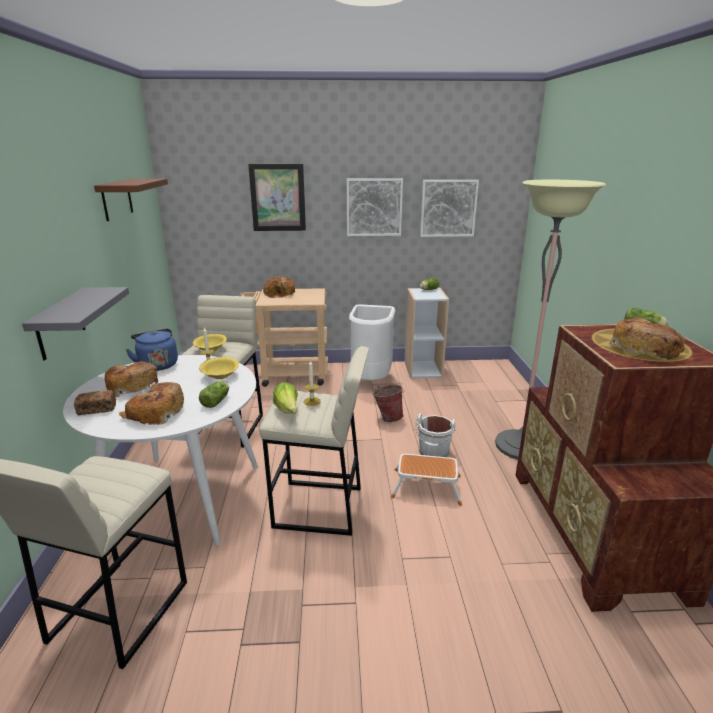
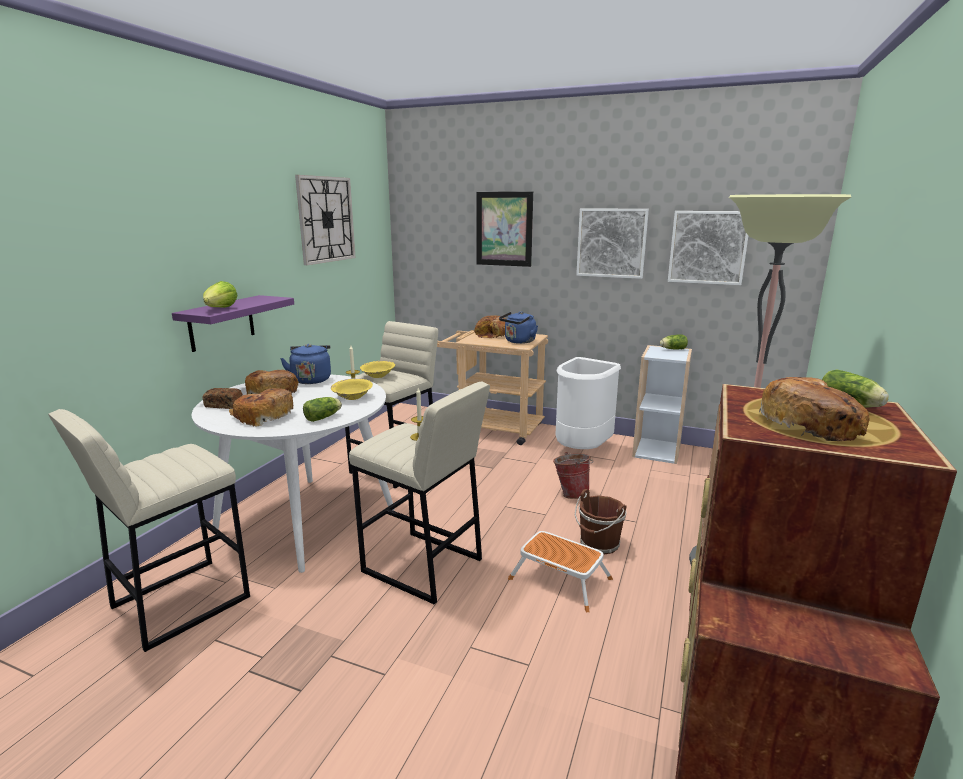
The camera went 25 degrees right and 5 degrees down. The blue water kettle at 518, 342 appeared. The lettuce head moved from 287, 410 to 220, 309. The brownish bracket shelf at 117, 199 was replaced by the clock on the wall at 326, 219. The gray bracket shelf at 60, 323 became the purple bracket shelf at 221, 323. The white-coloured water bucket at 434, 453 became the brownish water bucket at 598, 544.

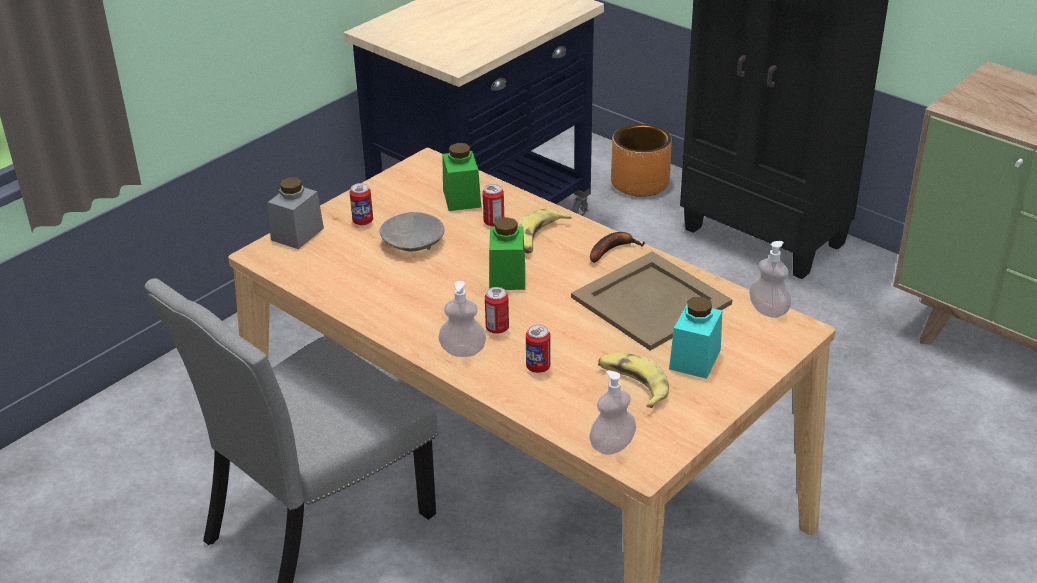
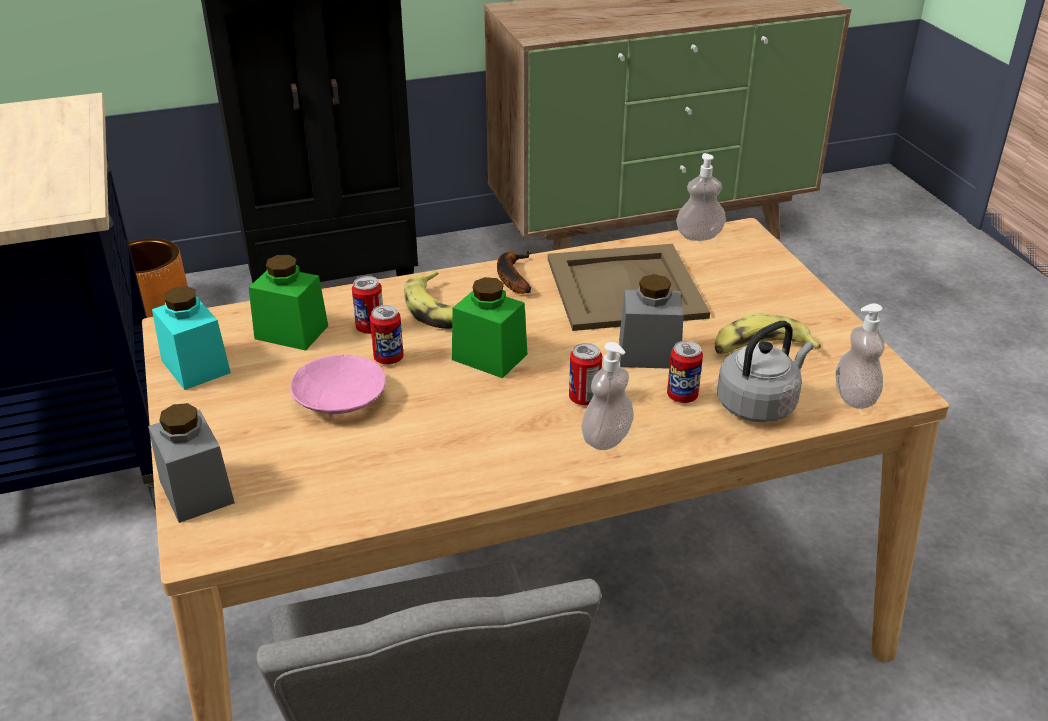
The camera went 60 degrees left and 0 degrees up. The gray preserve jar at 649, 354 appeared. The gray water kettle at 759, 404 appeared. The sealed can moved from 363, 221 to 388, 358. The turquoise preserve jar moved from 695, 359 to 195, 366. The gray serving bowl at 412, 243 became the pink serving bowl at 341, 400.

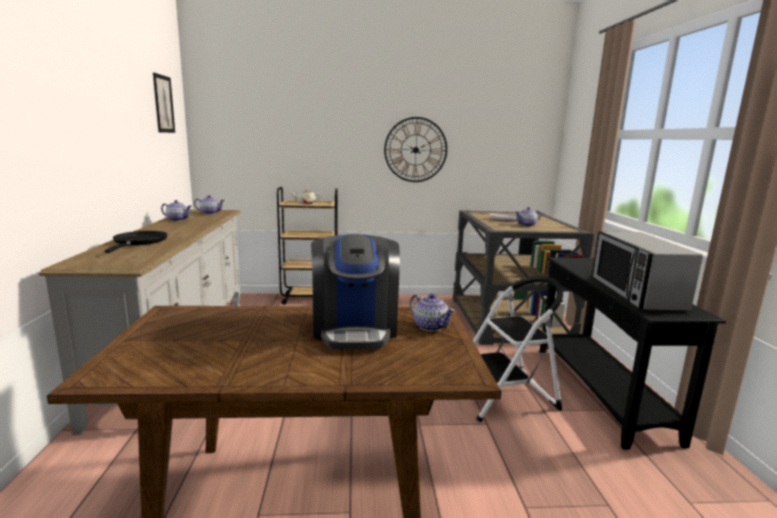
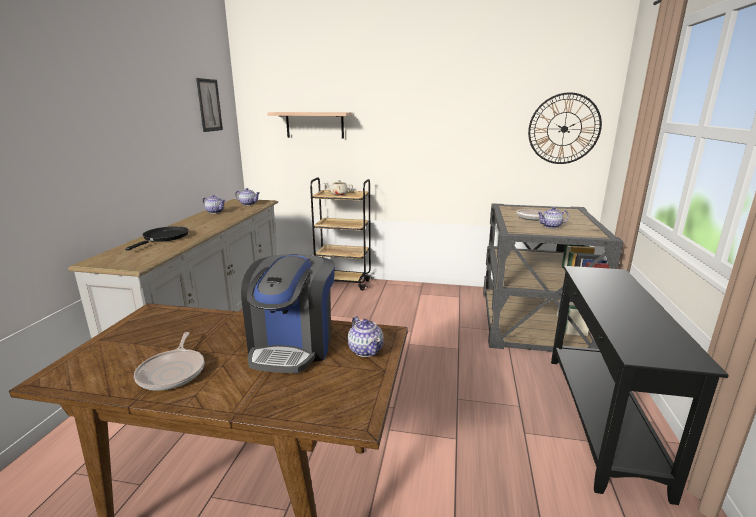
The camera went 15 degrees right and 5 degrees up. The stepladder at 506, 396 disappeared. The microwave oven at 635, 293 disappeared. The pan at 173, 372 appeared. The bracket shelf at 314, 125 appeared. The clock on the wall moved from 415, 150 to 564, 129.

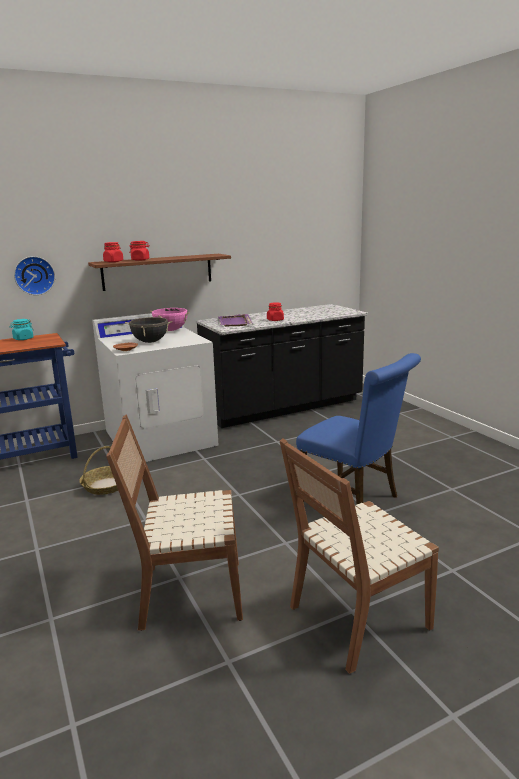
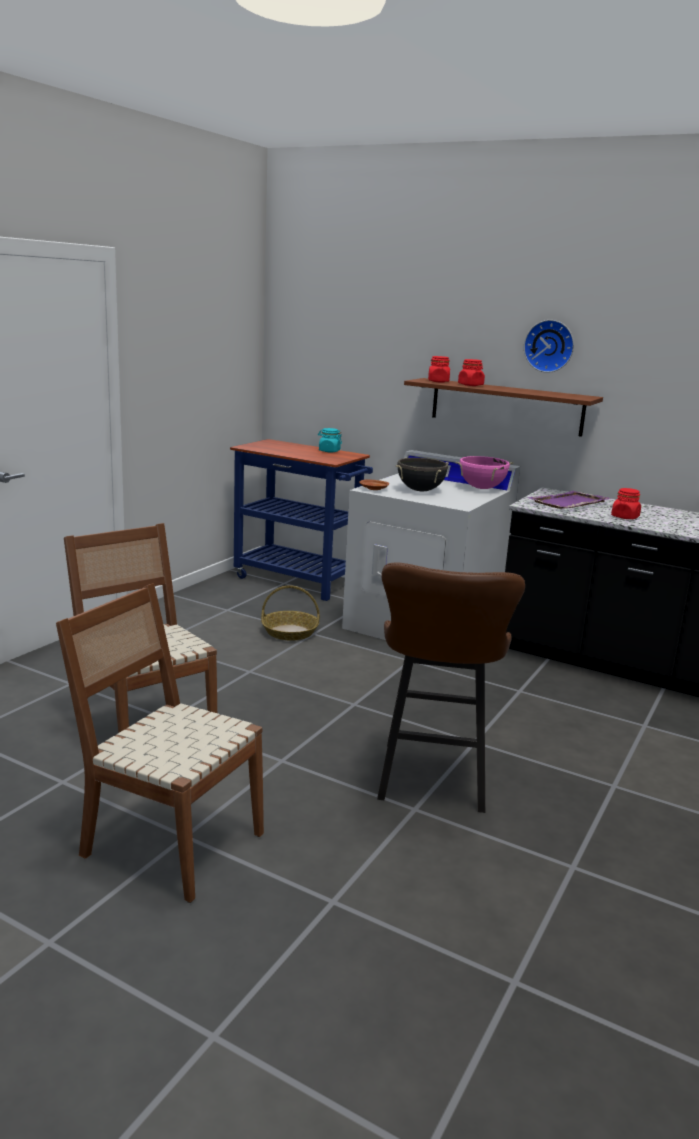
The camera went 55 degrees right and 0 degrees up. The clock on the wall moved from 34, 275 to 549, 346. The blue plain chair at 354, 500 was replaced by the brownish sitting stool at 432, 785.

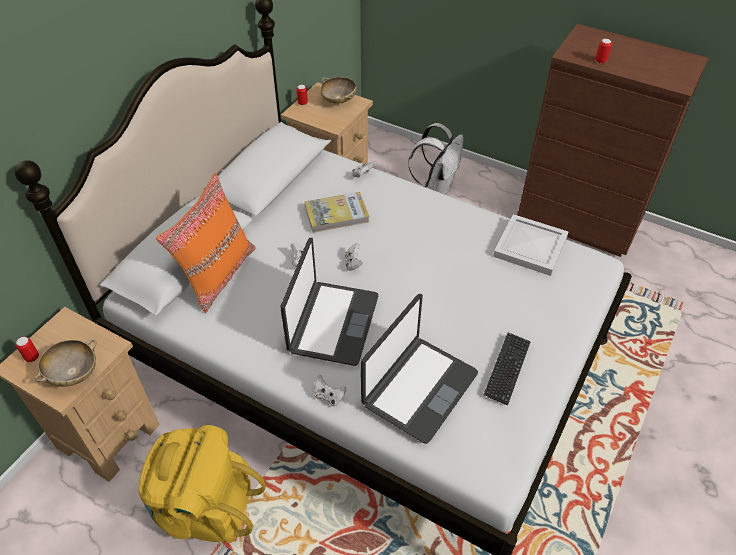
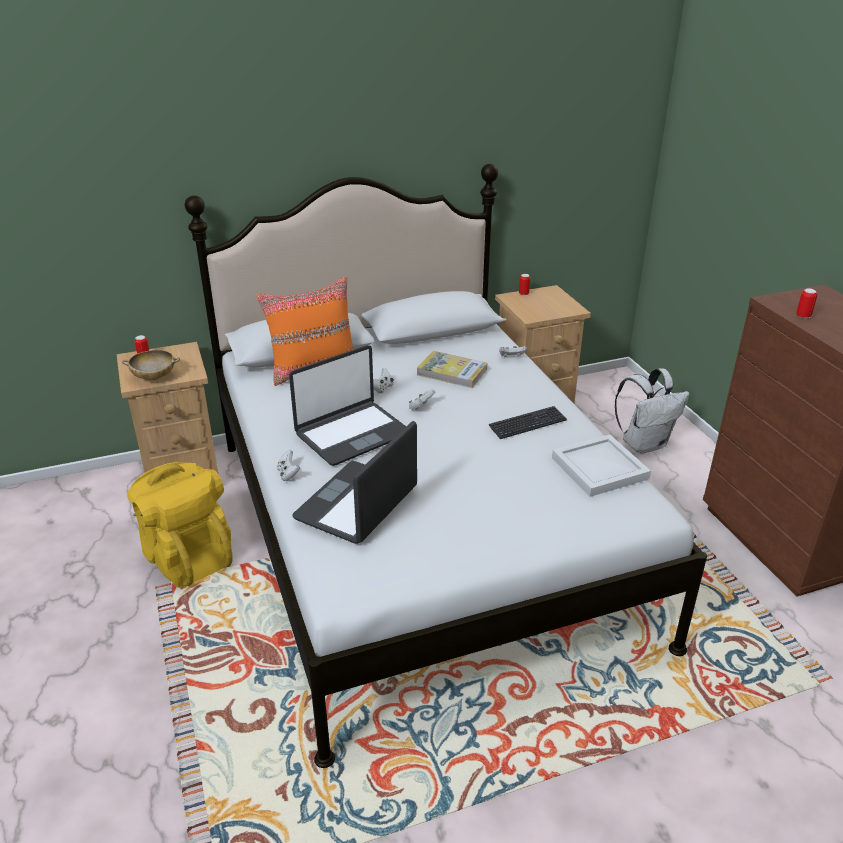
The camera went 40 degrees right and 15 degrees down. The sand-coloured serving bowl at 338, 100 disappeared. The computer keyboard moved from 507, 368 to 527, 424. The laptop at 418, 388 turned 135 degrees clockwise.

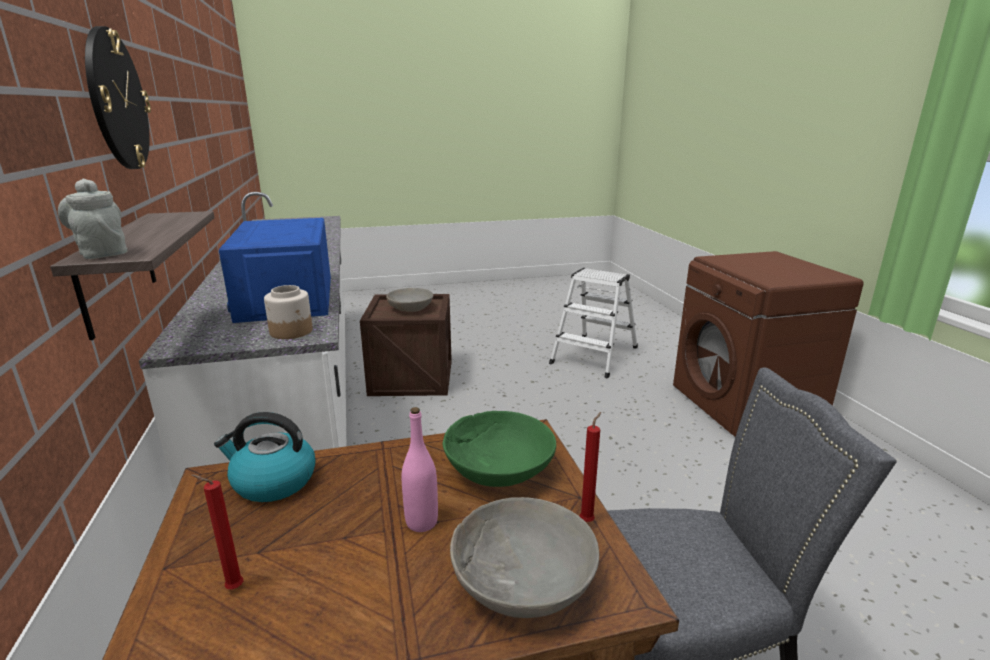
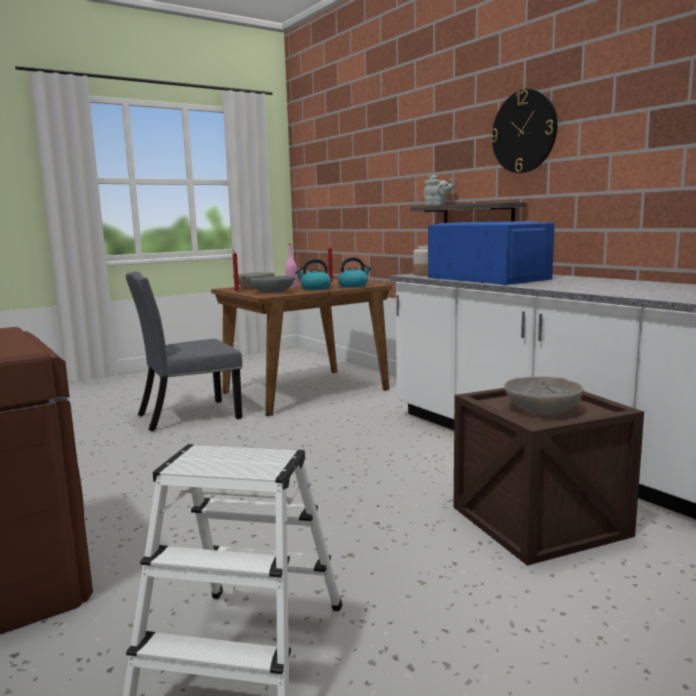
The camera went 160 degrees right and 10 degrees down. The water kettle at 315, 288 appeared. The green-coloured serving bowl at 498, 469 became the gray serving bowl at 273, 292.

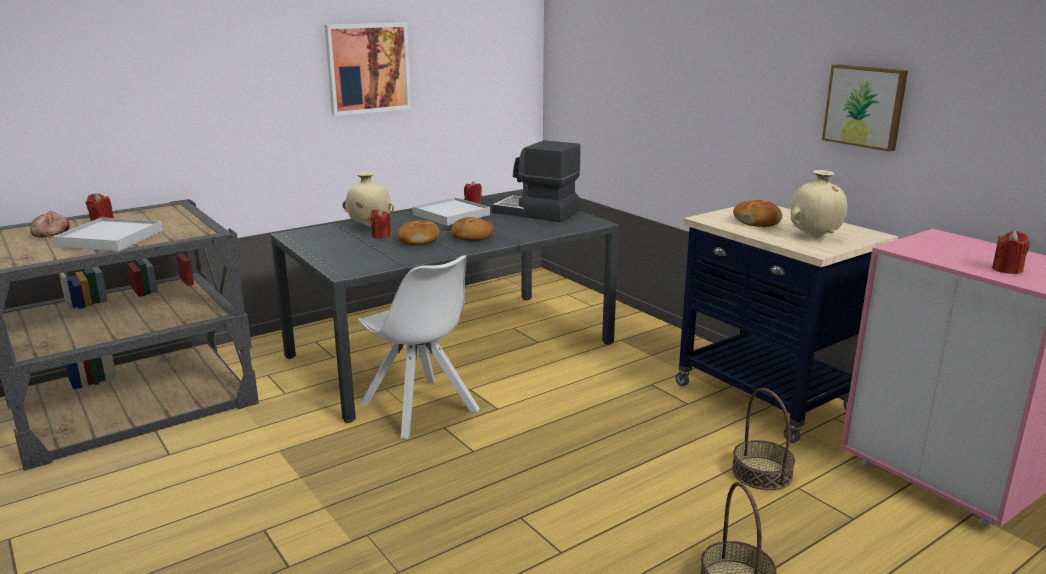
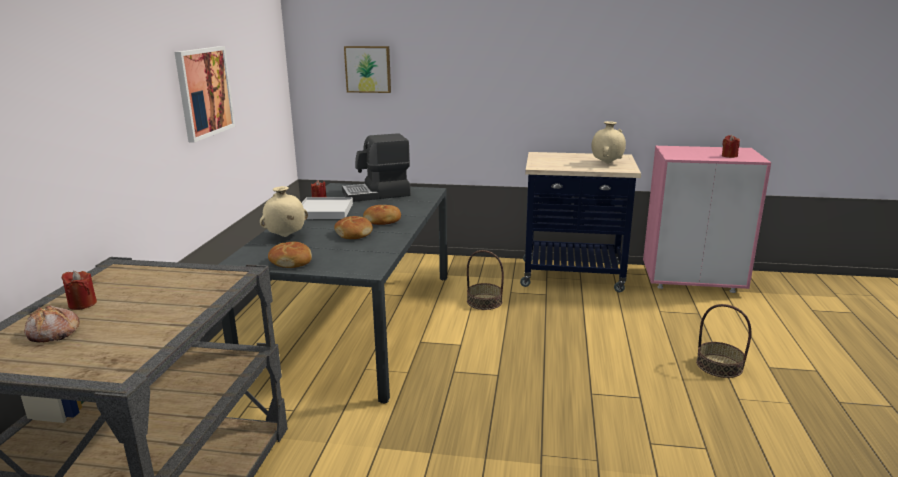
The camera went 45 degrees left and 0 degrees up. The white-coloured tray at 110, 239 disappeared. The white-coloured plain chair at 420, 409 disappeared. The red candle at 381, 235 disappeared. The household basket moved from 761, 473 to 484, 302. The baked bread moved from 757, 221 to 291, 261. The picture moved from 865, 106 to 368, 69.

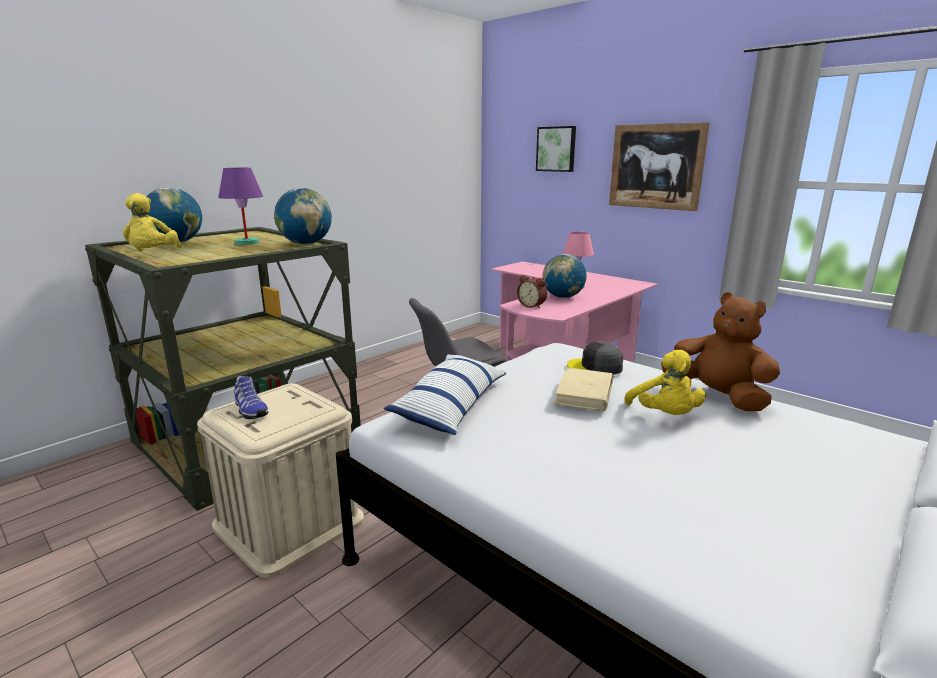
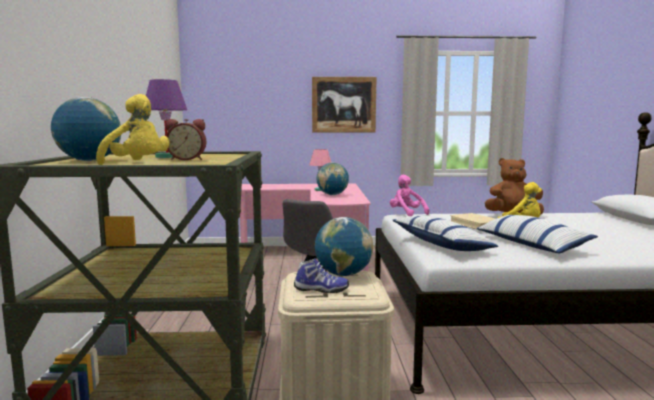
The camera went 45 degrees left and 10 degrees down. The picture at 556, 149 disappeared. The gray baseball cap at 595, 367 disappeared. The pink plush toy at 406, 213 appeared. The throw pillow at 531, 244 appeared. The world globe moved from 306, 244 to 343, 274. The alarm clock moved from 532, 306 to 187, 159.

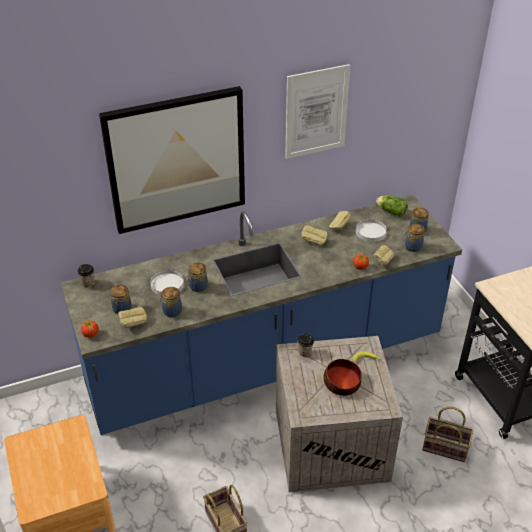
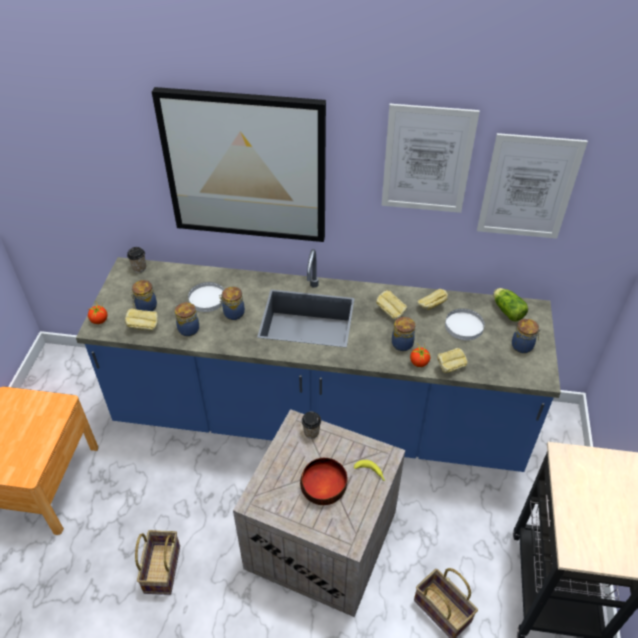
The camera went 30 degrees right and 5 degrees up. The picture at 528, 187 appeared. The preserve jar moved from 412, 246 to 401, 343.

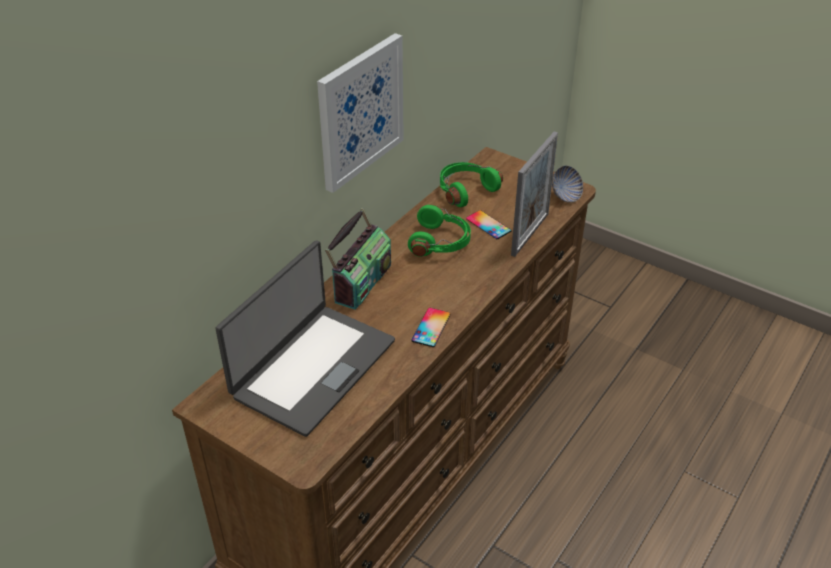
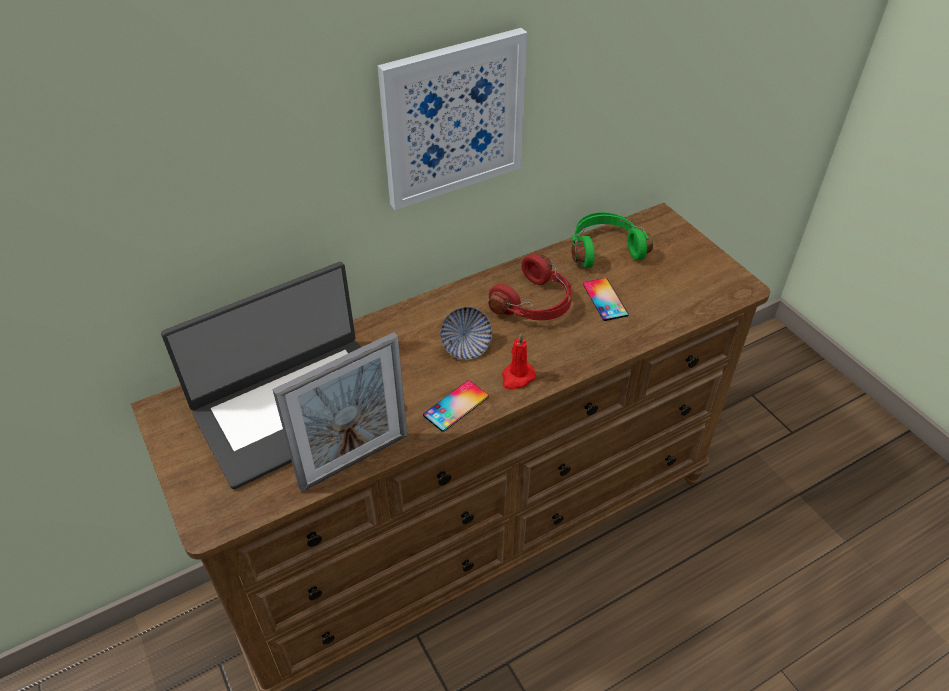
The camera went 25 degrees right and 5 degrees up. The radio at 361, 282 disappeared. The red candle at 517, 377 appeared. The picture frame moved from 530, 234 to 354, 461. The serving bowl moved from 565, 196 to 466, 347. The green-coloured headphones at 440, 242 became the red headphones at 535, 304.

